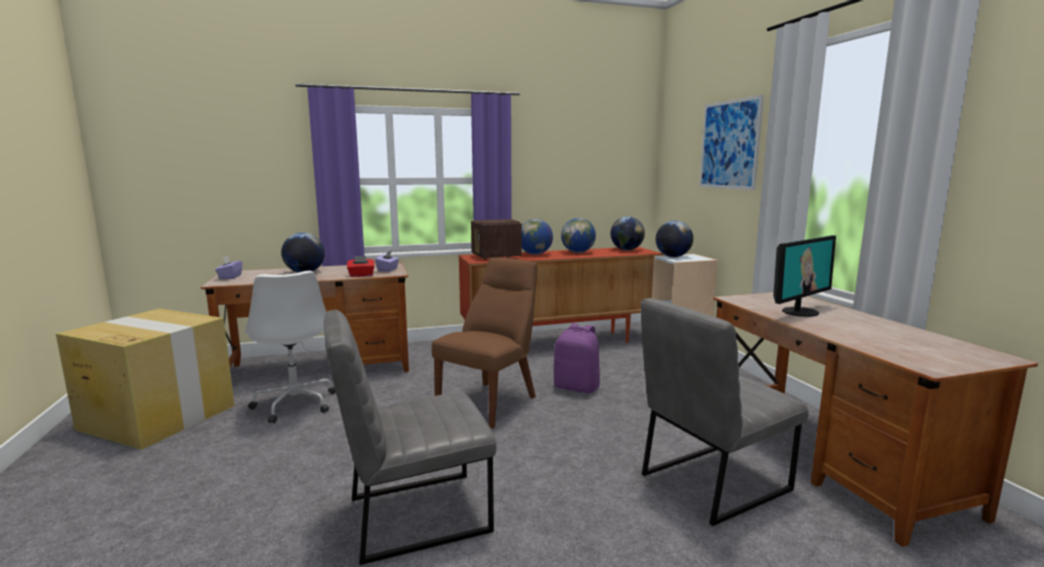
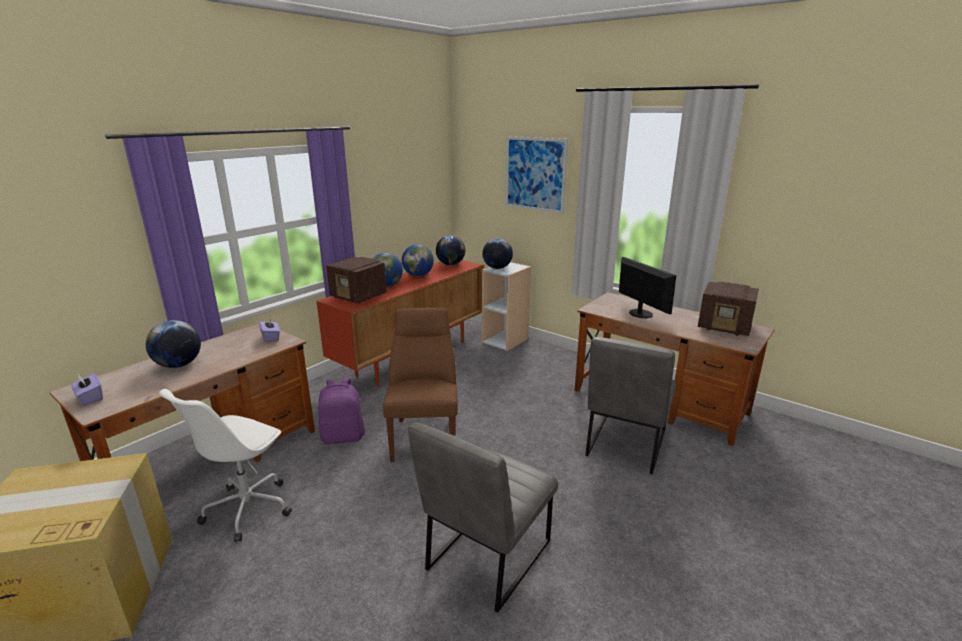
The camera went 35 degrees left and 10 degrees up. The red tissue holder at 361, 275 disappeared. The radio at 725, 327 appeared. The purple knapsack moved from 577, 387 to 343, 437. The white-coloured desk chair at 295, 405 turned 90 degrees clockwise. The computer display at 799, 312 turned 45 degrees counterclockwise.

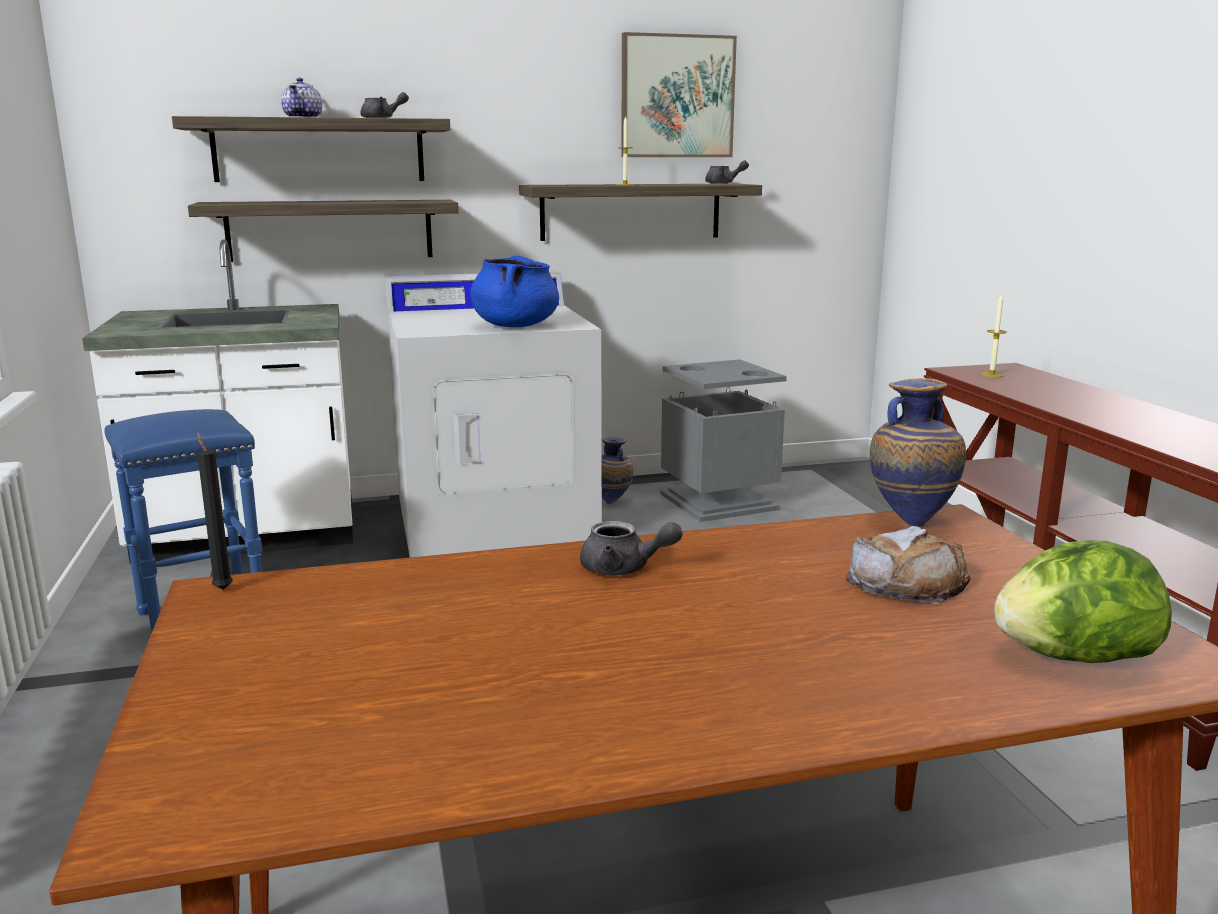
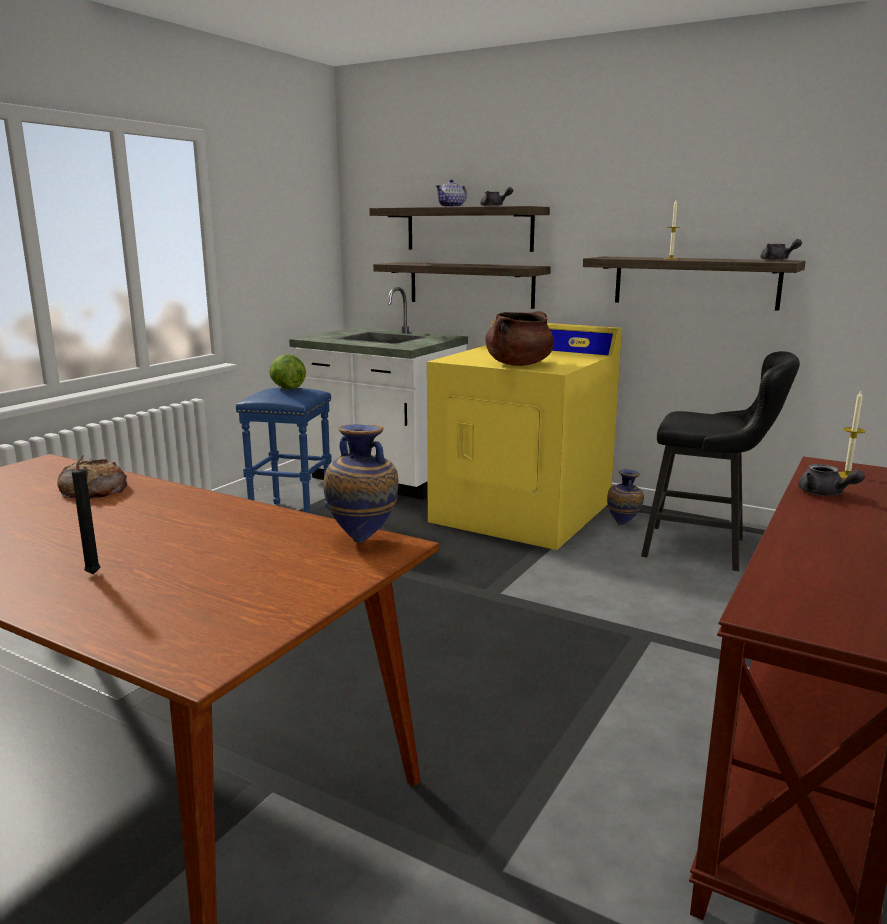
The camera went 45 degrees right and 0 degrees up. The picture at 677, 97 disappeared. The black-coloured candle moved from 222, 588 to 94, 573. The gray tea pot moved from 624, 569 to 825, 494. The baked bread moved from 906, 581 to 94, 489. The lettuce head moved from 1073, 657 to 287, 388. The gray rubbish bin at 719, 502 was replaced by the black-coloured sitting stool at 709, 549. The white-coloured laundry machine at 495, 521 became the yellow laundry machine at 523, 512. The blue stockpot at 515, 326 became the brownish stockpot at 519, 364.

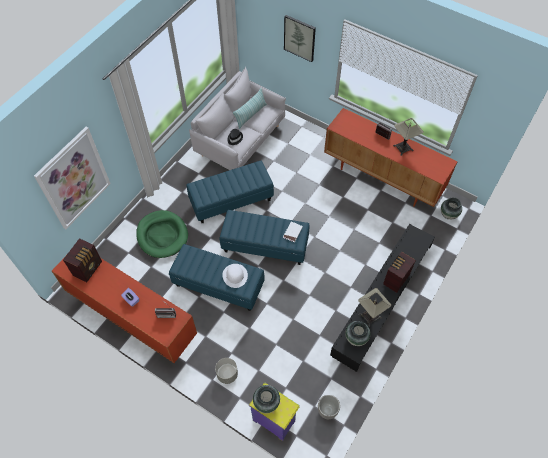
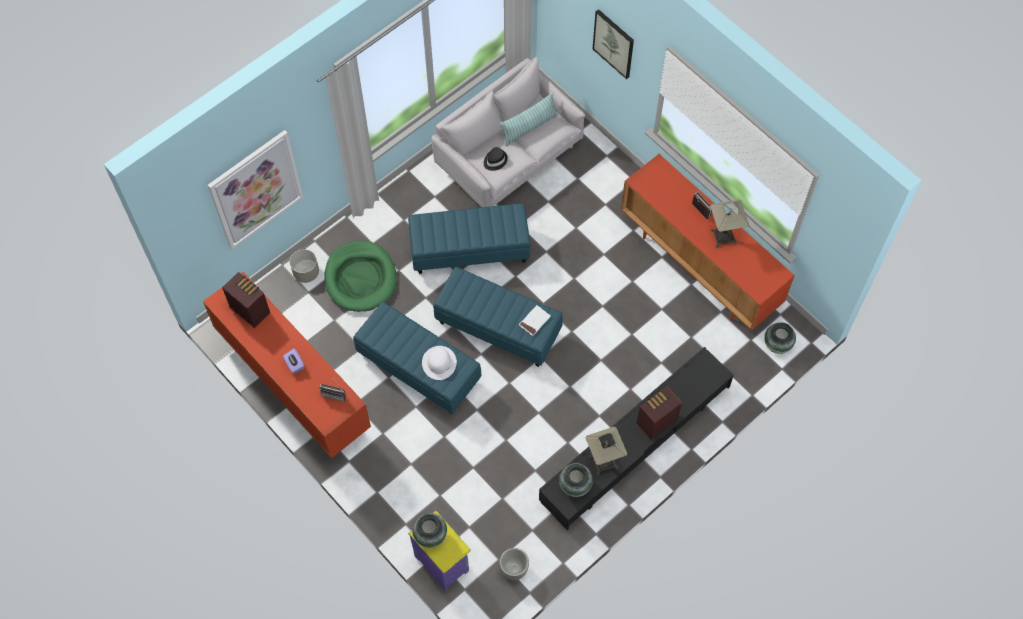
The camera went 15 degrees right and 5 degrees up. The gray planter moved from 227, 374 to 306, 273. The radio at 88, 268 turned 90 degrees counterclockwise.

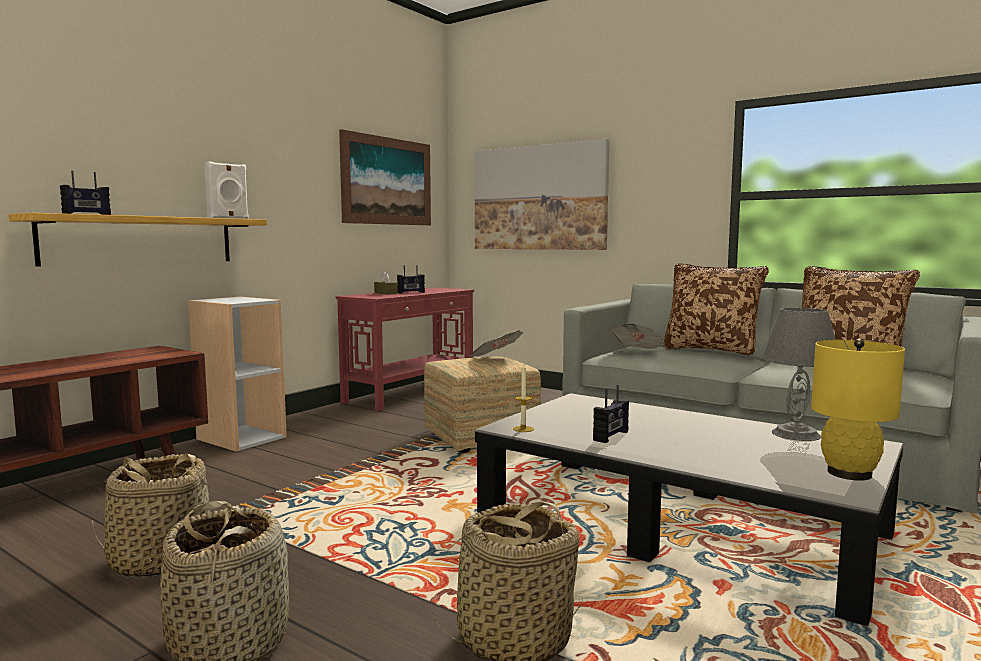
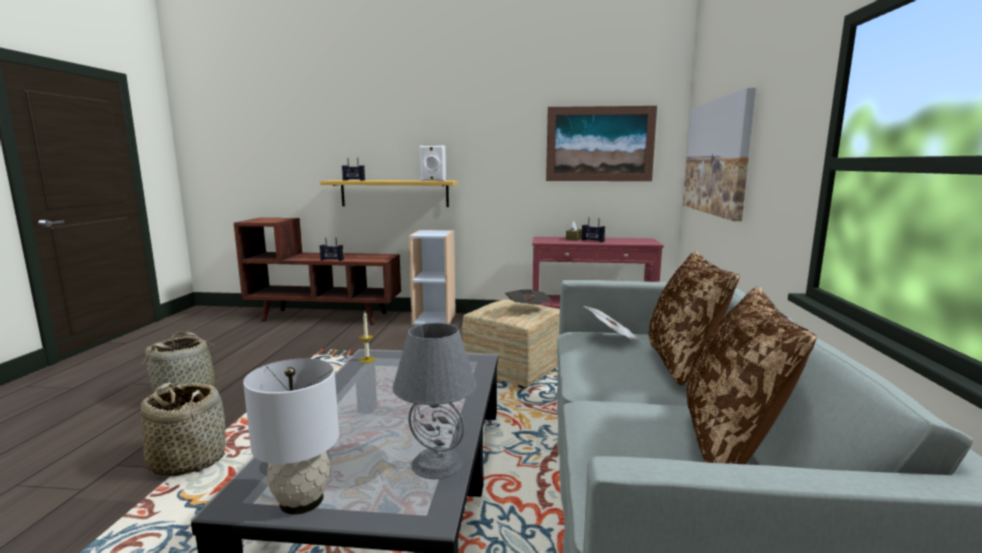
The camera went 60 degrees right and 5 degrees up. The household basket at 160, 560 disappeared. The radio moved from 611, 436 to 332, 260. The yellow lamp for a table at 849, 473 became the white-coloured lamp for a table at 302, 500.

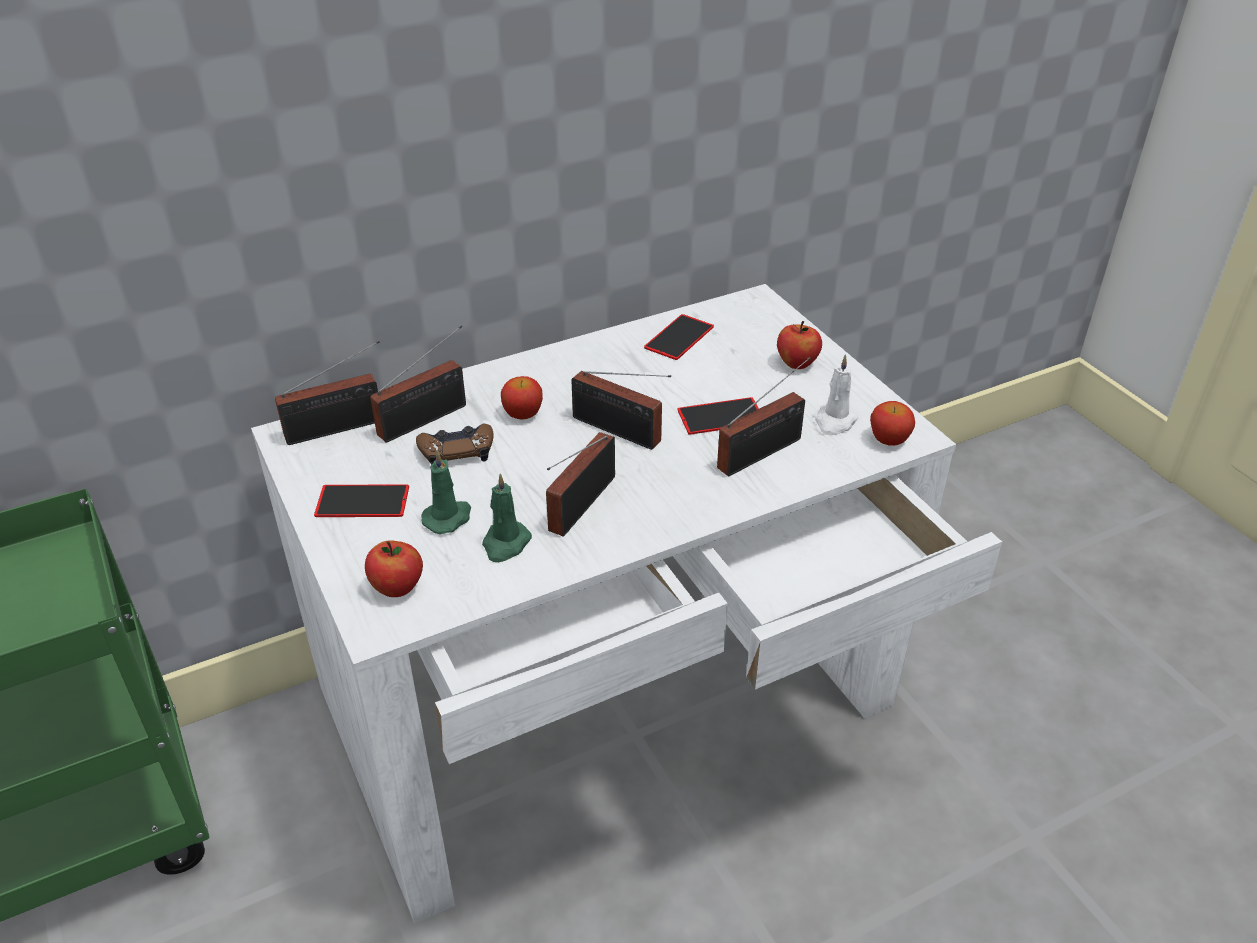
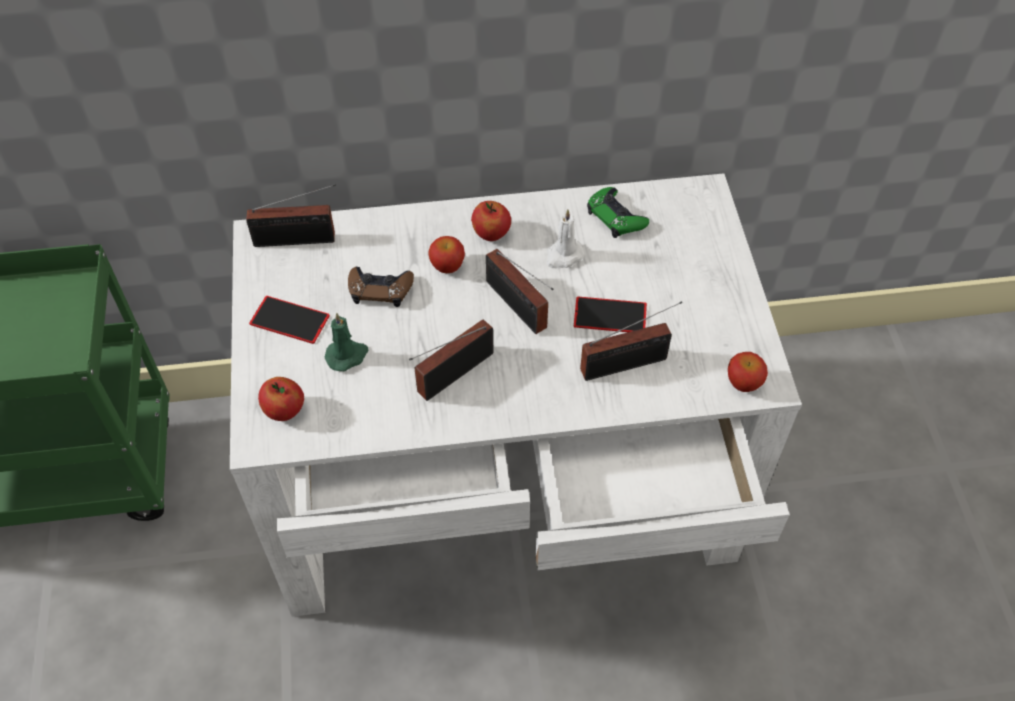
The camera went 20 degrees right and 15 degrees up. The radio at 428, 418 disappeared. The green-coloured candle at 505, 544 disappeared. The whole apple moved from 797, 363 to 491, 234. The white-coloured candle moved from 835, 422 to 563, 256. The telephone at 679, 337 was replaced by the green-coloured gamepad at 615, 217.

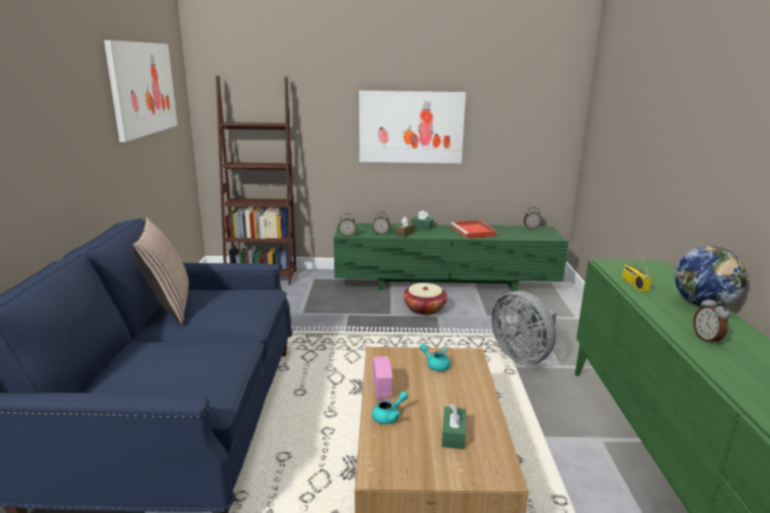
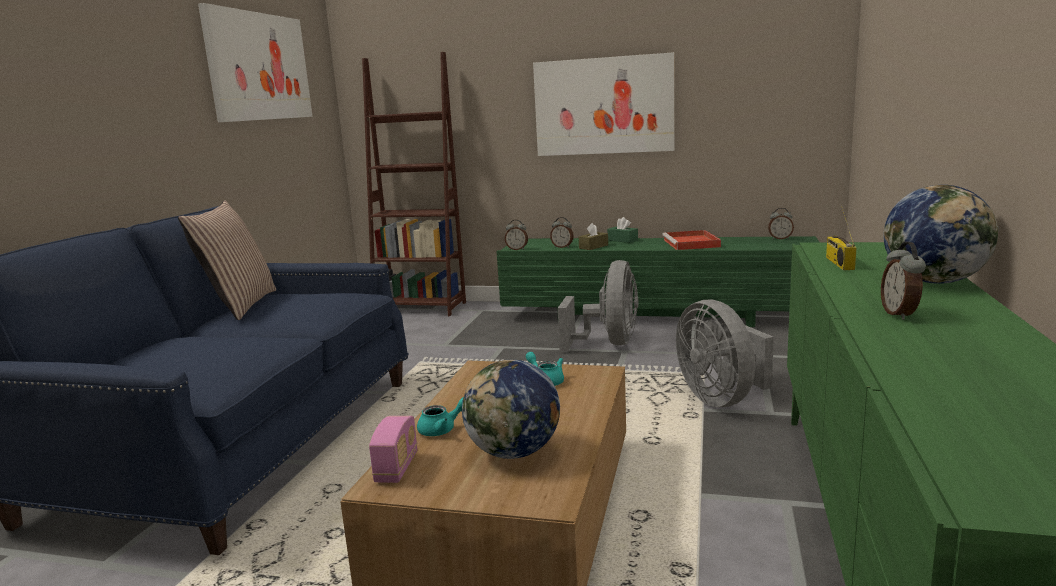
The camera went 15 degrees right and 5 degrees down. The radio moved from 382, 388 to 397, 468. The household basket at 424, 309 was replaced by the gray fan at 609, 343. The green-coloured tissue holder at 453, 434 was replaced by the world globe at 514, 453.

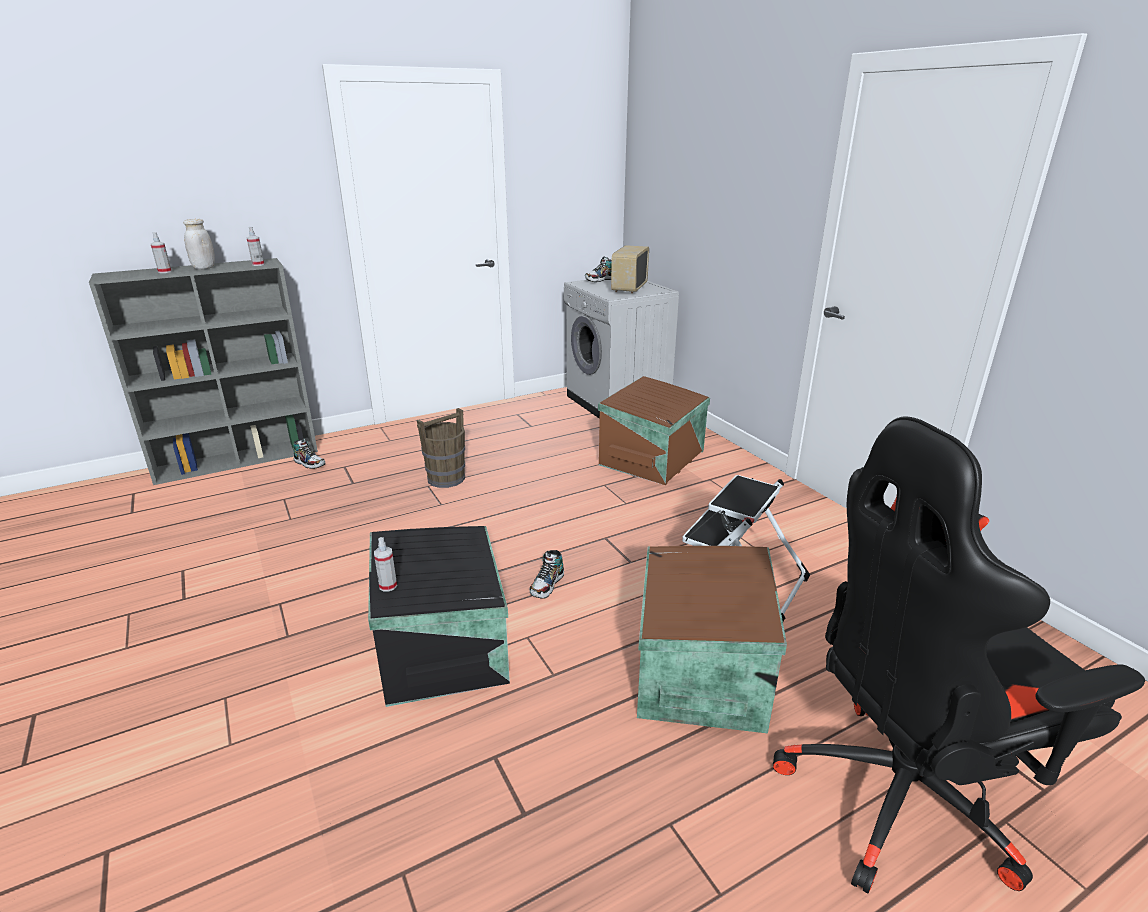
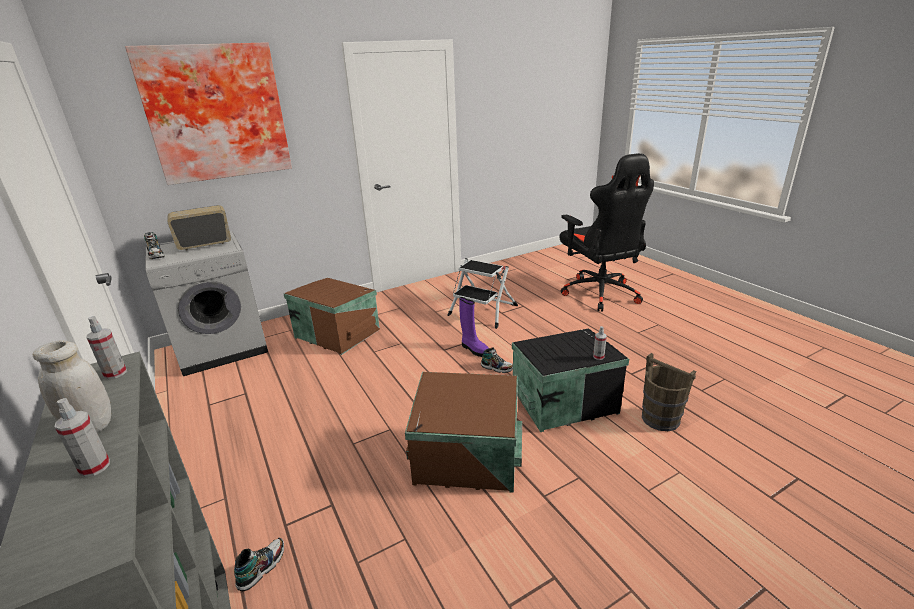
The camera went 90 degrees left and 0 degrees up. The picture at 216, 113 appeared. The purple high-top boot at 474, 349 appeared. The brownish water bucket moved from 446, 478 to 660, 418. The brownish storage bin moved from 697, 671 to 468, 458. The radio at 628, 288 turned 135 degrees clockwise.

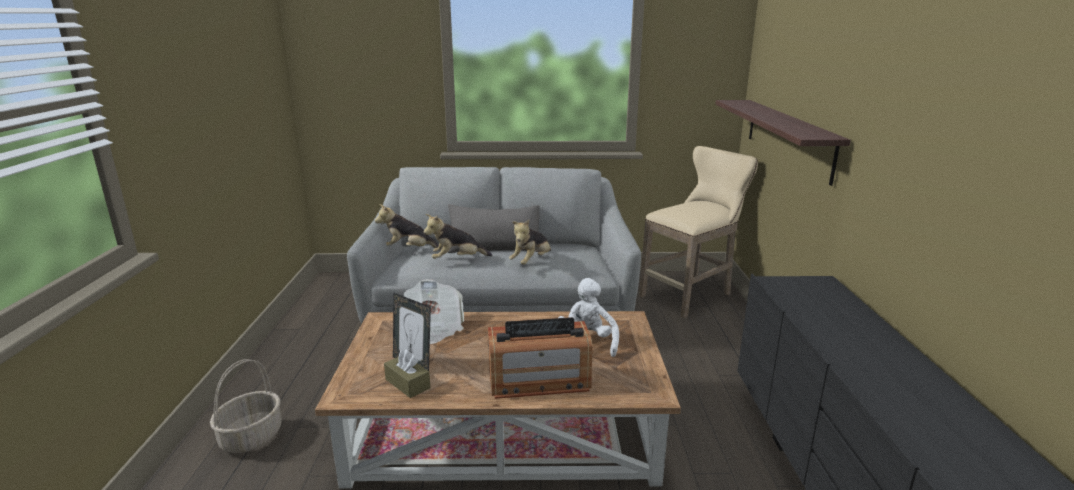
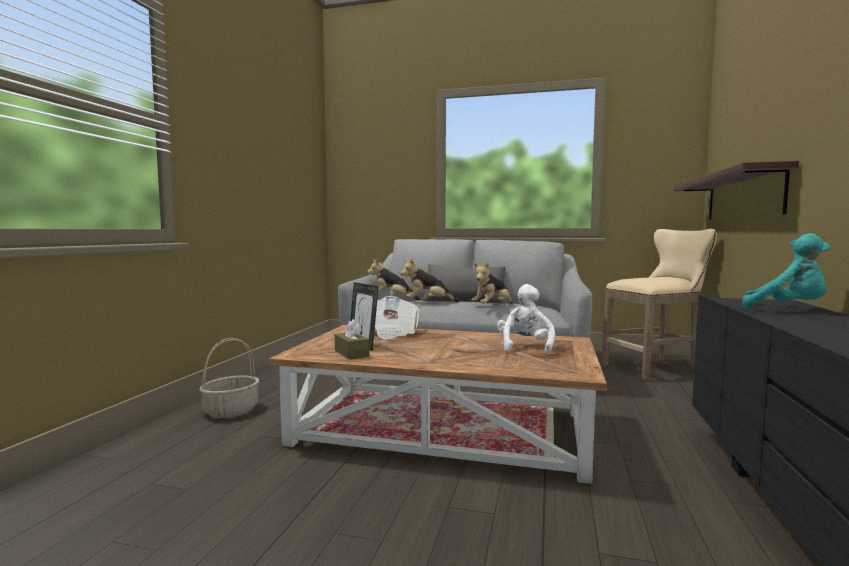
The camera went 15 degrees right and 15 degrees down. The radio at 539, 381 disappeared. The turquoise plush toy at 786, 309 appeared.

